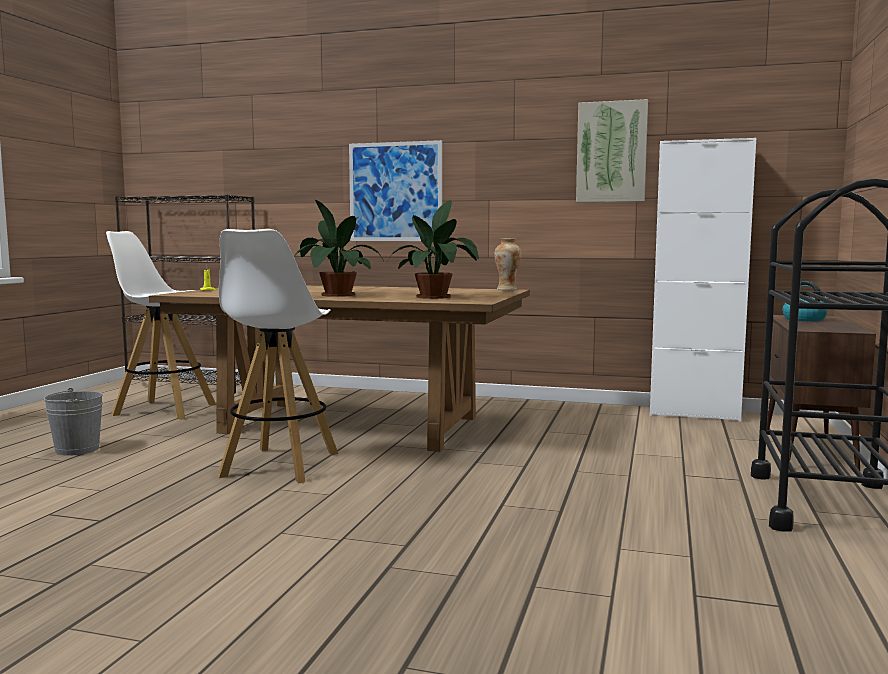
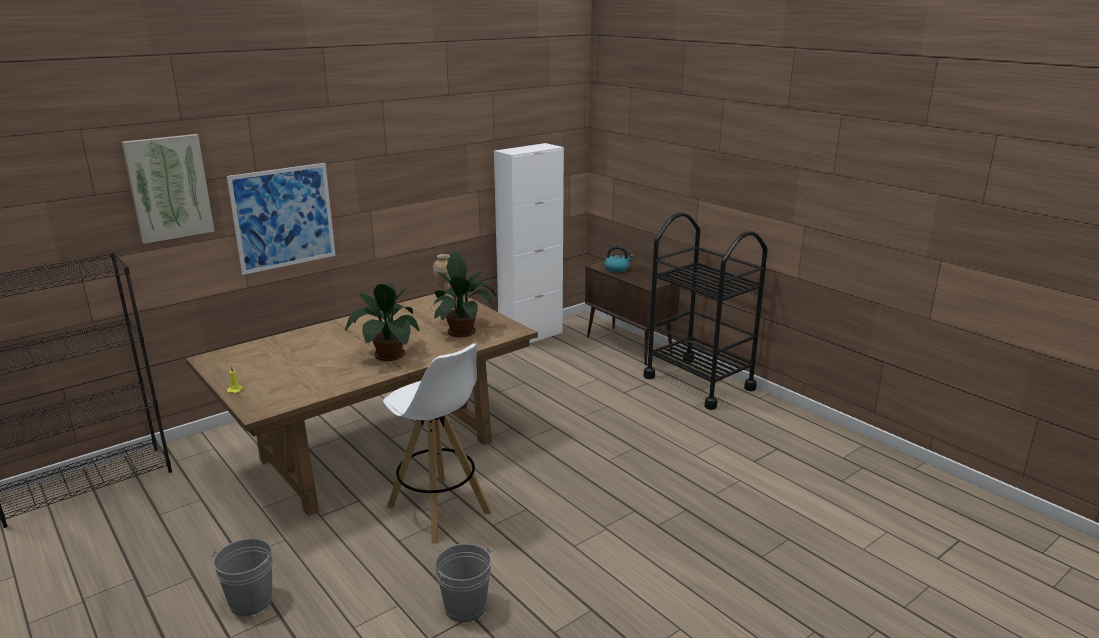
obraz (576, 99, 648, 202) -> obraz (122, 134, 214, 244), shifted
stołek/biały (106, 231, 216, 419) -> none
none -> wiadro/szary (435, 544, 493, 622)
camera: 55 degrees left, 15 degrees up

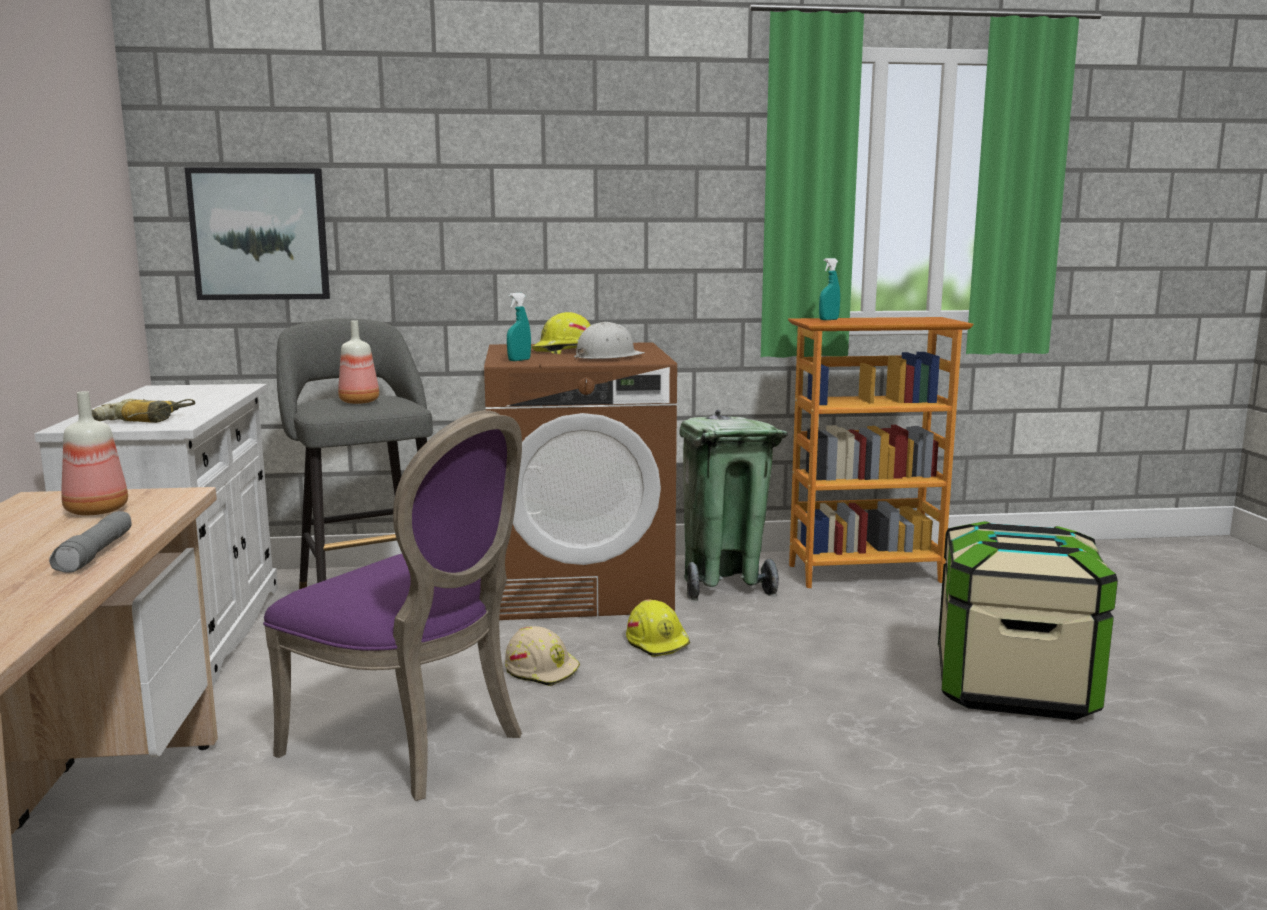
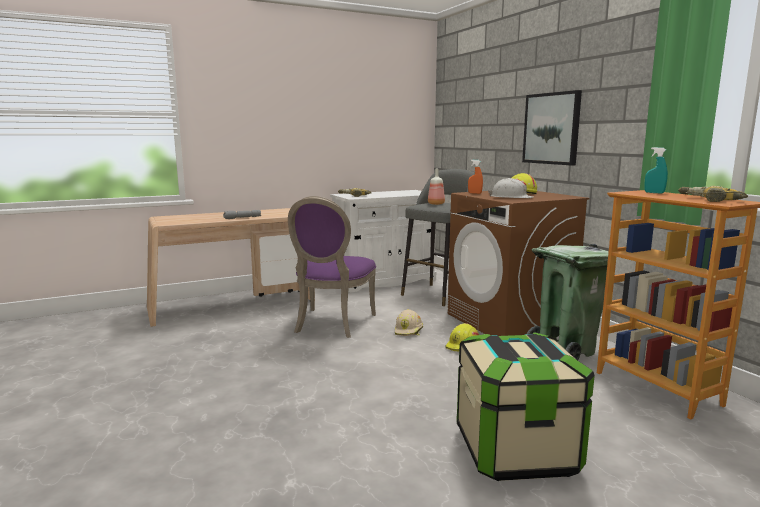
obraz (184, 167, 330, 300) -> obraz (522, 90, 582, 166), shifted
spryskiwacz/turkusowy (507, 293, 531, 361) -> spryskiwacz/pomarańczowy (468, 160, 483, 194)
butelka (61, 391, 128, 515) -> none
none -> wiertarka (678, 186, 748, 202)
camera: 70 degrees right, 0 degrees up

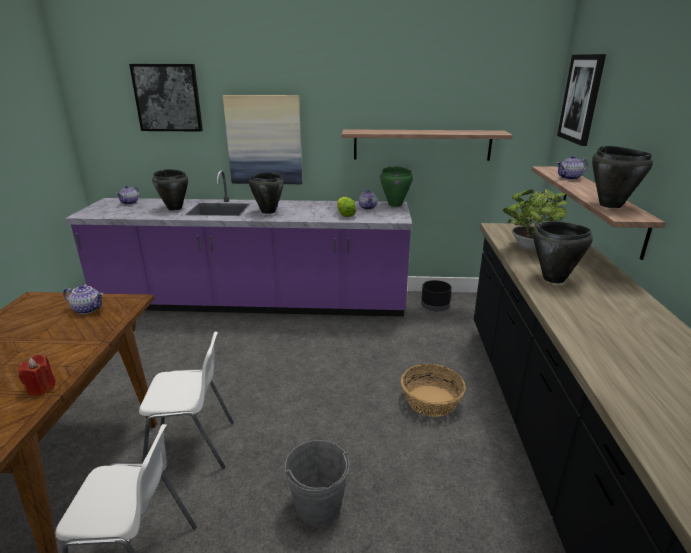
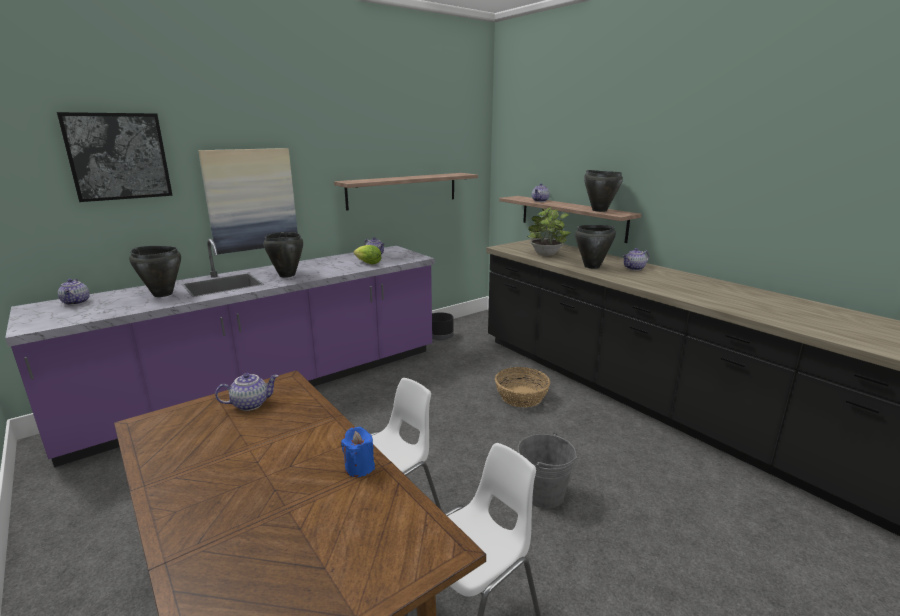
obraz (557, 54, 606, 146) -> none
garnek/zielony (380, 166, 413, 207) -> none
świeca/czerwony (19, 354, 56, 396) -> świeca/niebieski (341, 427, 375, 477)
none -> imbryk (622, 248, 649, 271)
camera: 40 degrees left, 5 degrees down

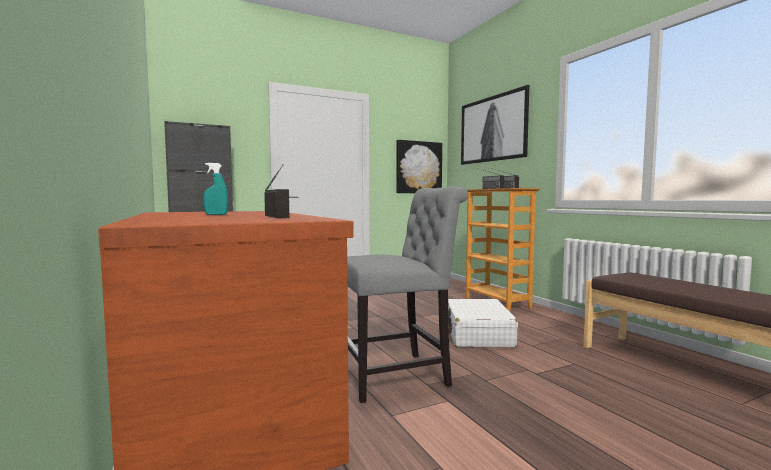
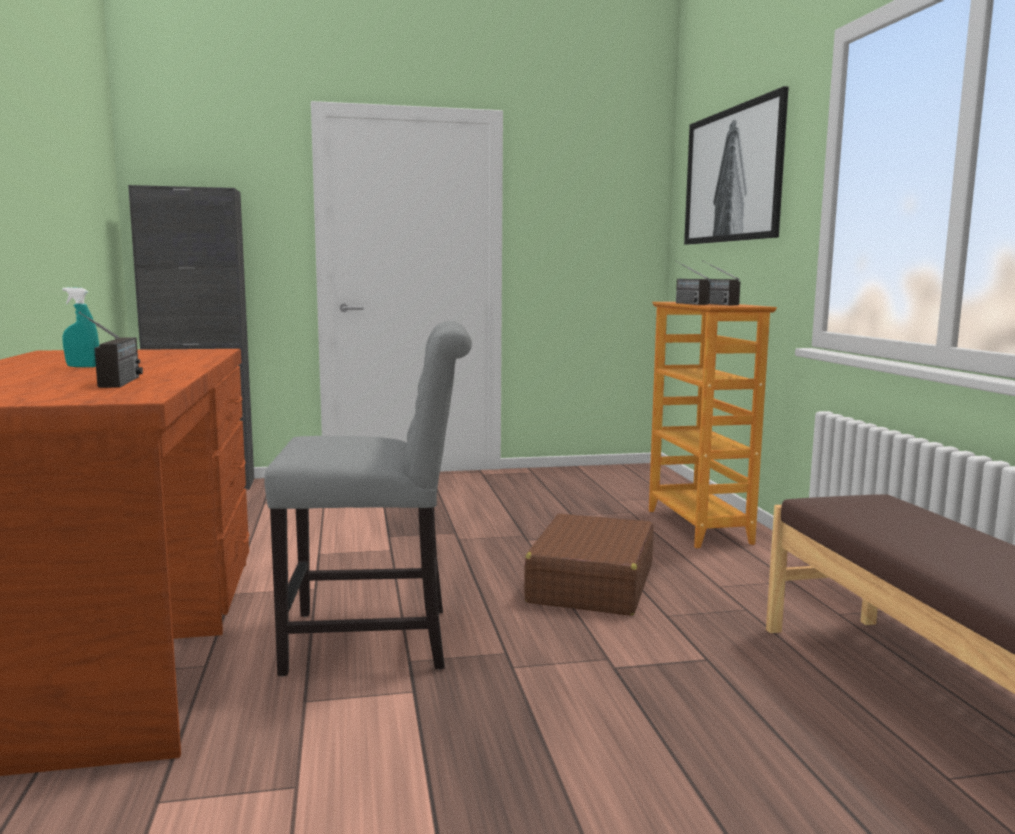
obraz (396, 140, 442, 193) -> none
walizka/biały (448, 299, 518, 347) -> walizka/brązowy (524, 514, 654, 616)
camera: 15 degrees right, 5 degrees up

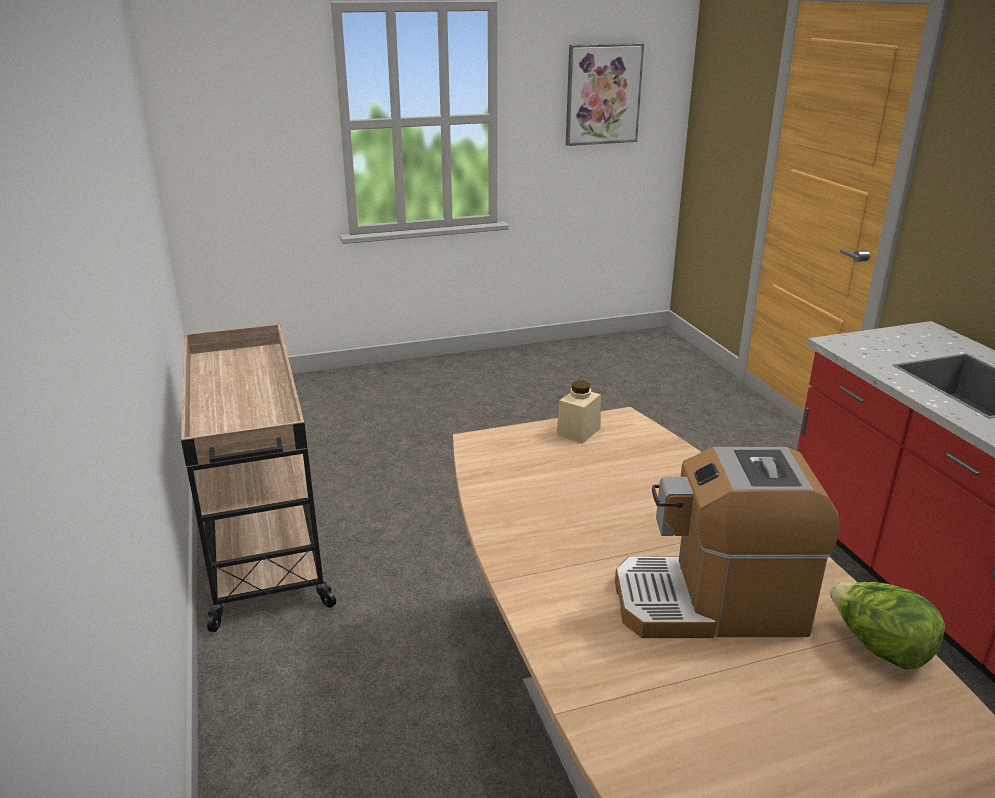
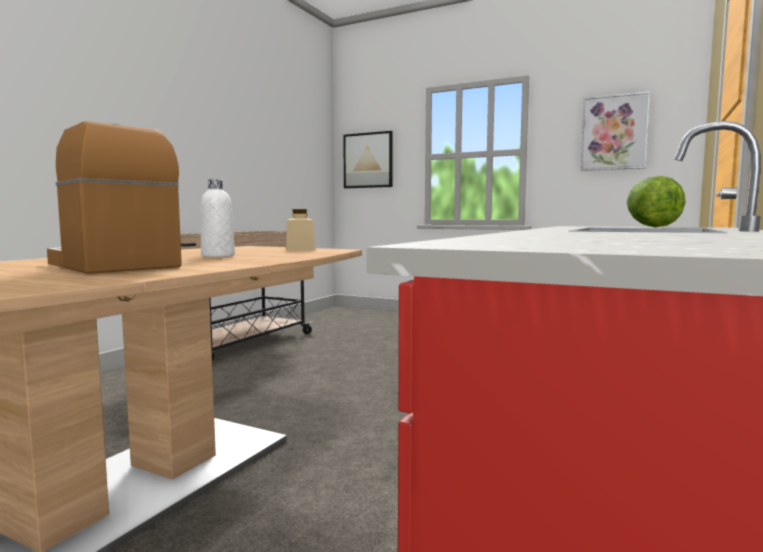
sałata (830, 582, 945, 670) -> sałata (627, 176, 685, 227), shifted
none -> obraz (343, 131, 393, 188)
none -> butelka/biały (201, 179, 235, 257)
camera: 45 degrees right, 20 degrees down

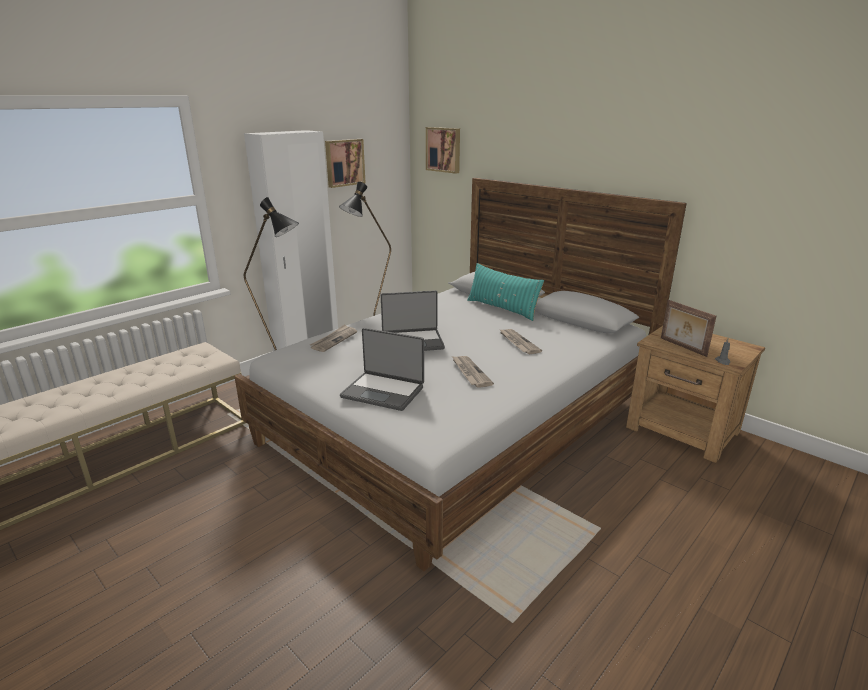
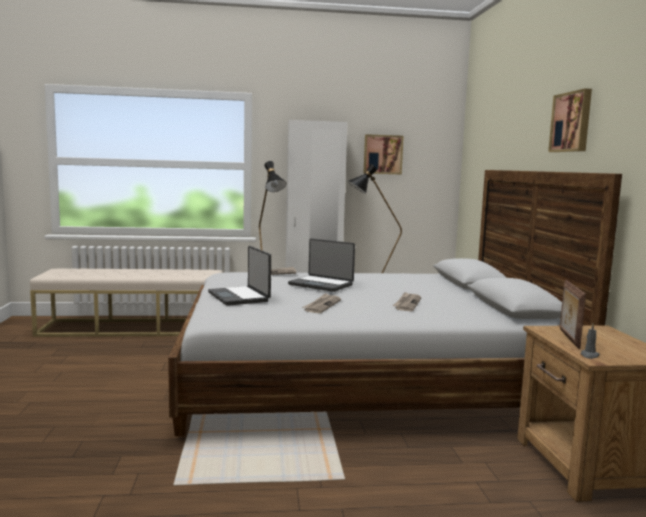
obraz (426, 127, 460, 174) -> obraz (548, 89, 592, 152), shifted
poduszka/turkusowy (467, 263, 544, 321) -> none
camera: 40 degrees right, 15 degrees down

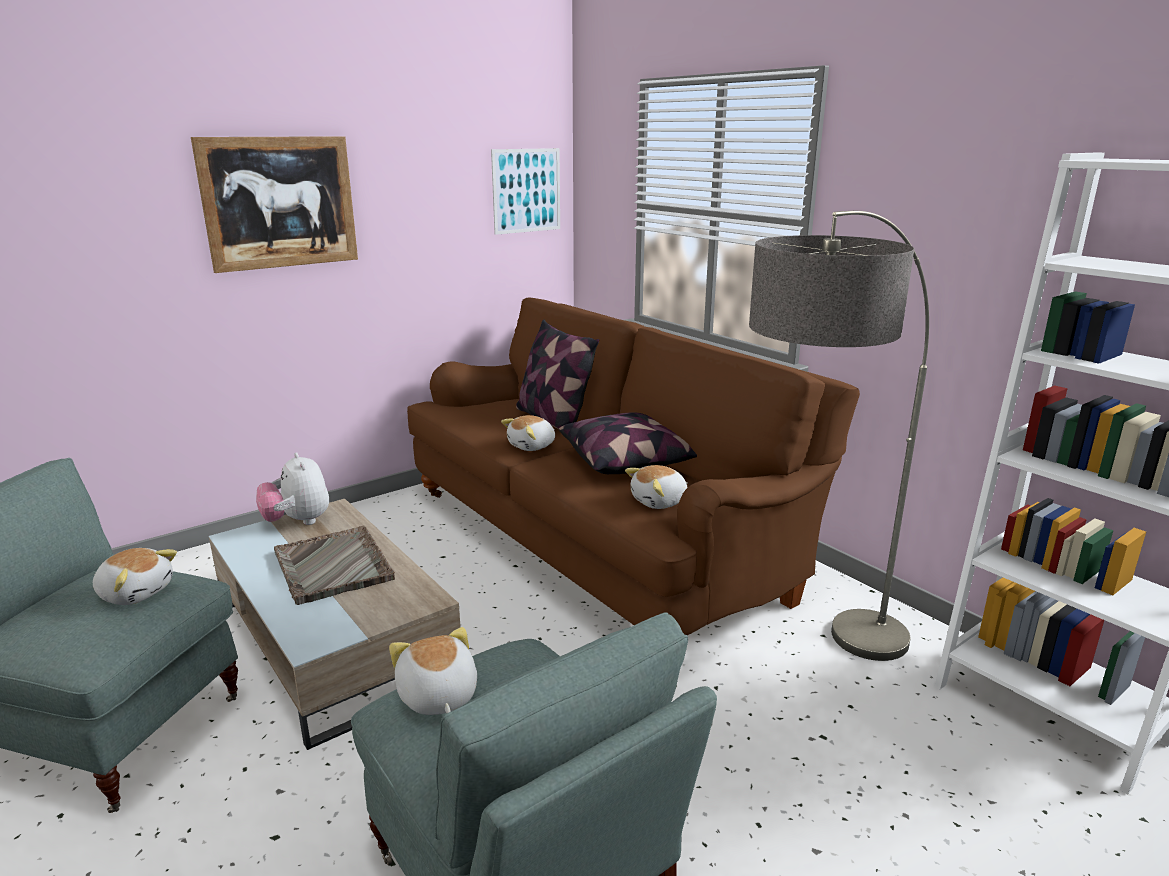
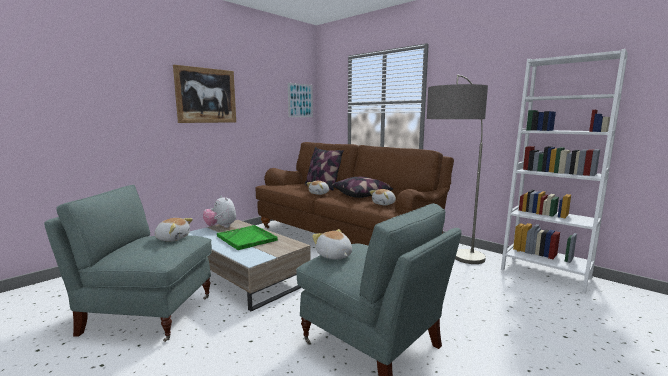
taca/szary (274, 526, 395, 605) -> taca/zielony (217, 225, 278, 250)
camera: 10 degrees left, 10 degrees down

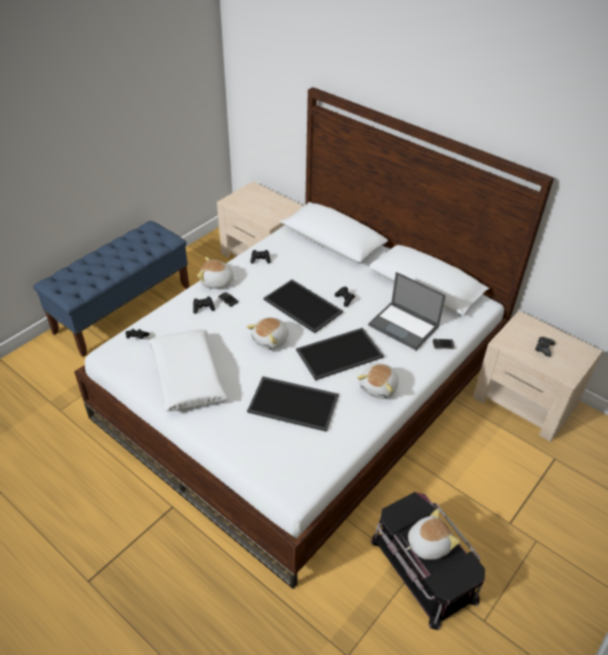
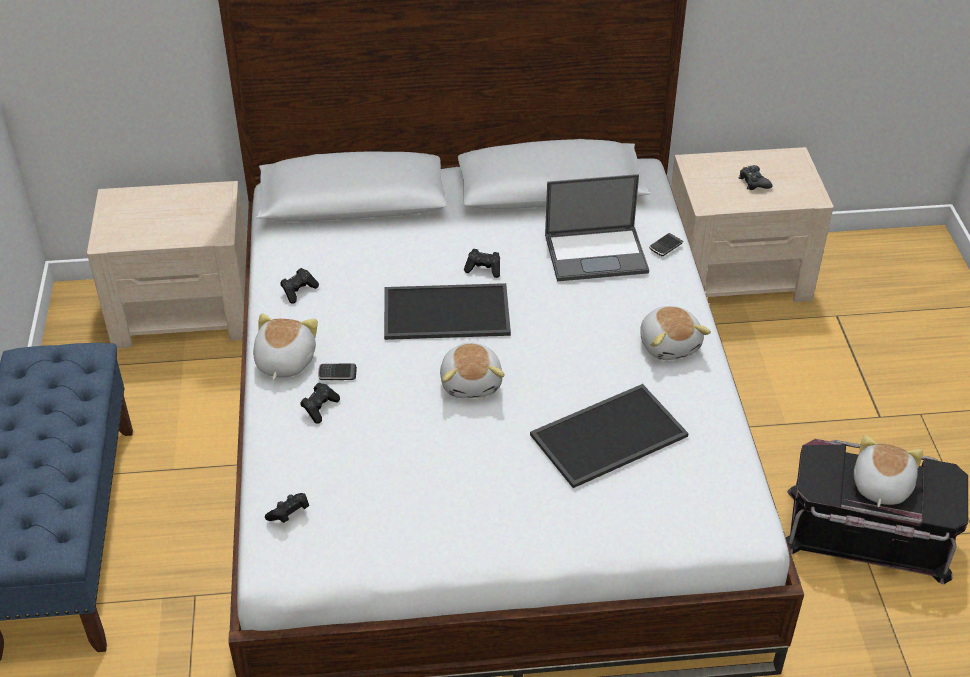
pluszak (197, 257, 237, 289) -> pluszak (253, 313, 318, 380), 135 degrees clockwise
taca (296, 328, 384, 380) -> none
poduszka/biały (148, 330, 227, 411) -> none
camera: 45 degrees left, 0 degrees up

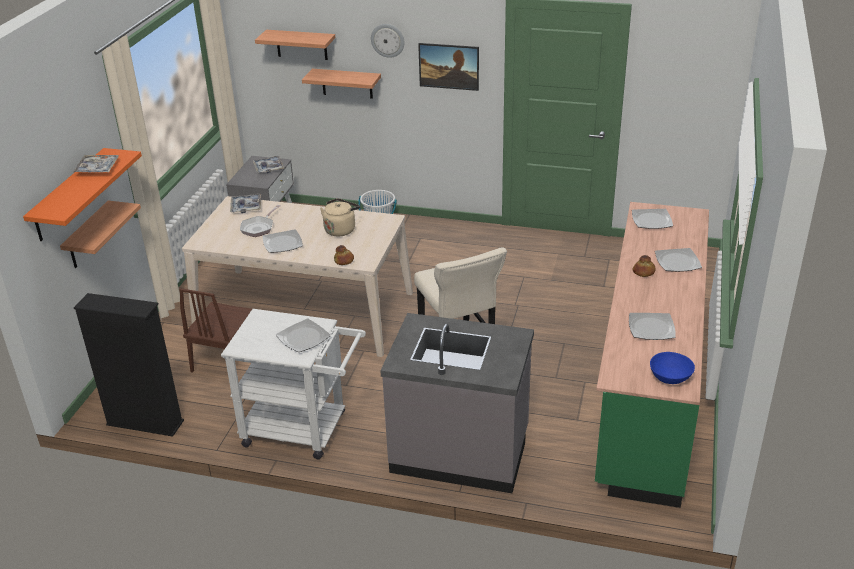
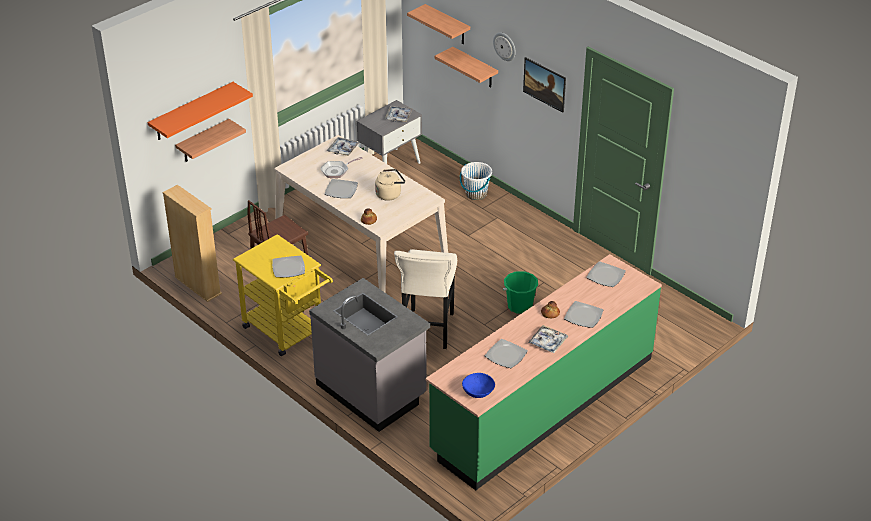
taca (73, 155, 119, 173) -> taca (528, 325, 568, 353), shifted
regał/czarny (74, 293, 184, 437) -> regał/beżowy (162, 185, 222, 302)
wózek/biały (221, 309, 366, 460) -> wózek/żółty (233, 234, 333, 356)
none -> wiadro/zielony (503, 271, 538, 314)
camera: 30 degrees right, 5 degrees up

